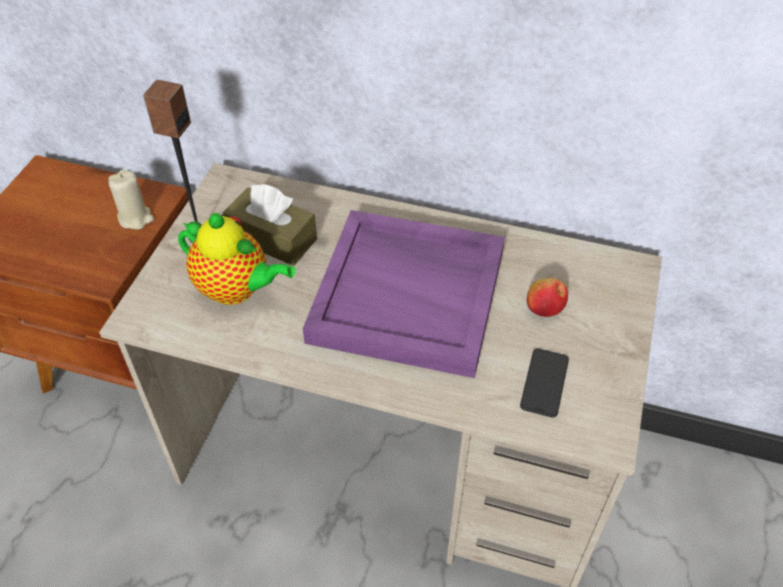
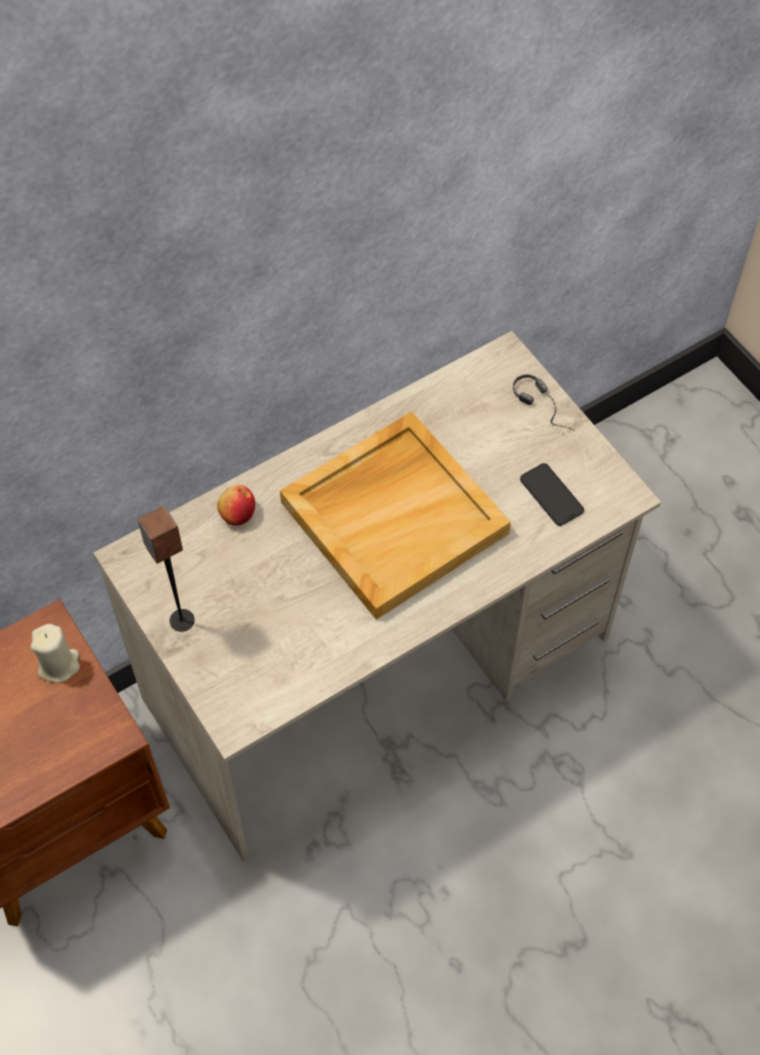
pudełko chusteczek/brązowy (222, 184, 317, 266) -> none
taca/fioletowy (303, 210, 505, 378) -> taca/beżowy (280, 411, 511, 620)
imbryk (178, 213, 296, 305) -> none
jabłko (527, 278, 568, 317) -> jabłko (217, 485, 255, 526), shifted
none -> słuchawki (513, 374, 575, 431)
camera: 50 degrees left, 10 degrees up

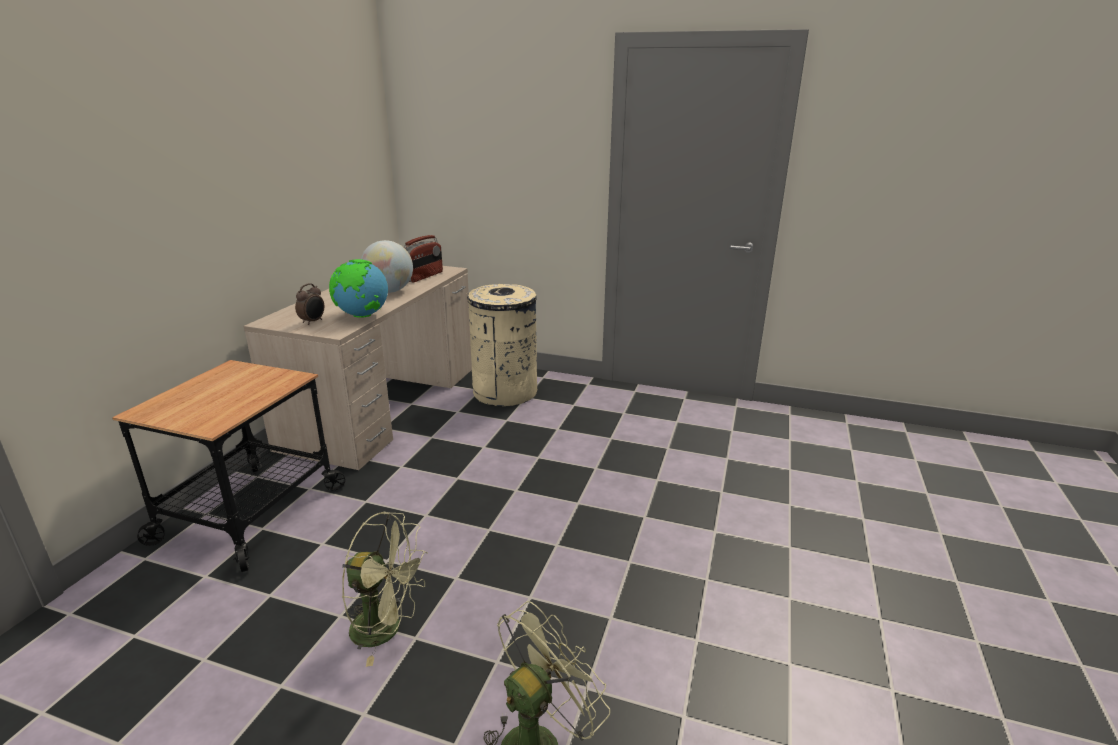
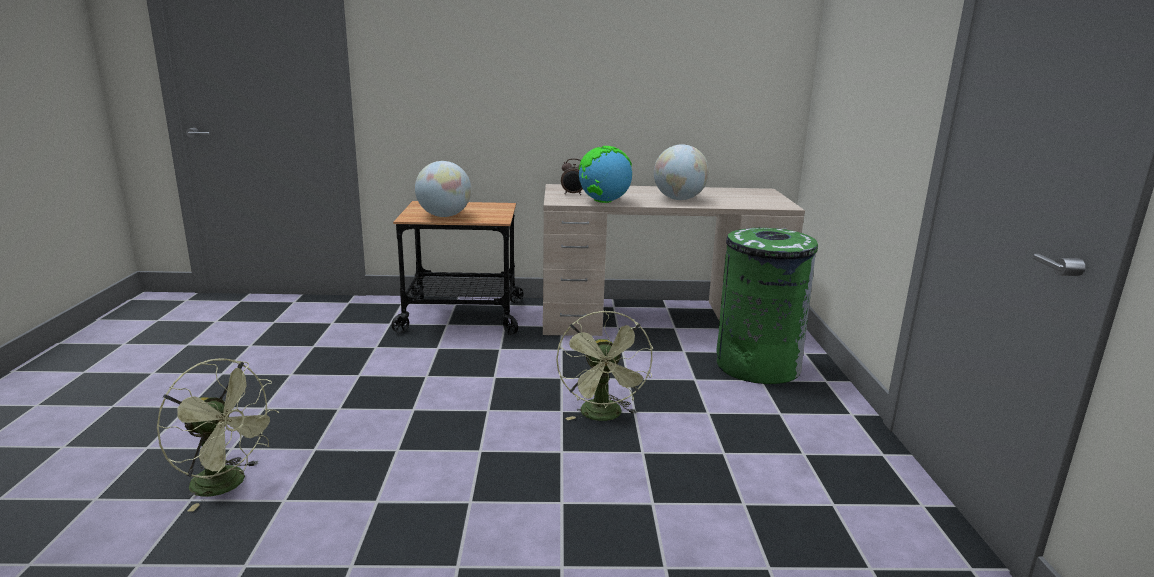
radio (404, 235, 443, 282) -> none
kosz na śmieci/beżowy (467, 284, 537, 406) -> kosz na śmieci/zielony (716, 228, 818, 384)
wentylator/zielony (342, 511, 427, 667) -> wentylator/zielony (556, 310, 653, 421), shifted
none -> globus (415, 161, 471, 217)
camera: 70 degrees right, 5 degrees down

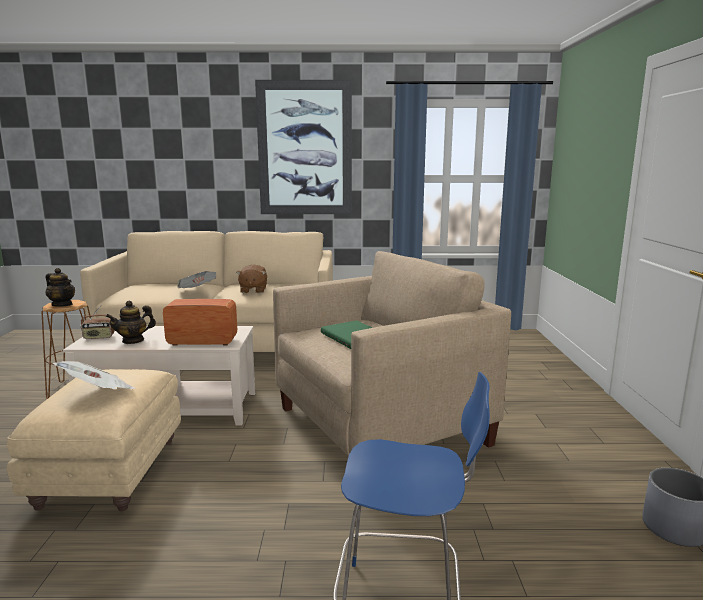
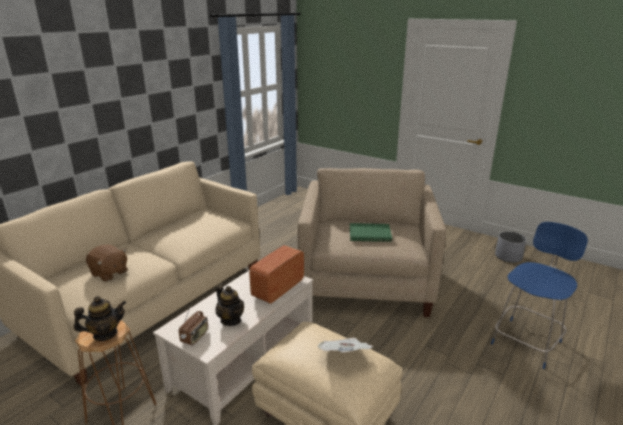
obraz (255, 80, 352, 214) -> none
pluszak/brązowy (236, 265, 267, 293) -> pluszak/brązowy (86, 244, 128, 282), shifted
gazeta (177, 271, 216, 288) -> none
imbryk (106, 301, 156, 344) -> imbryk (216, 285, 244, 326), 45 degrees counterclockwise
camera: 55 degrees left, 10 degrees up

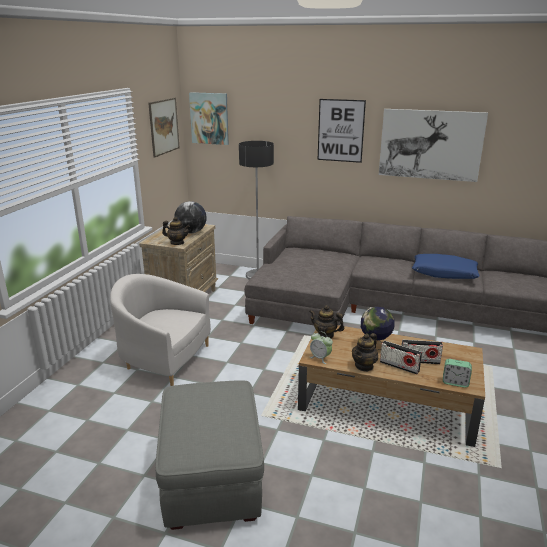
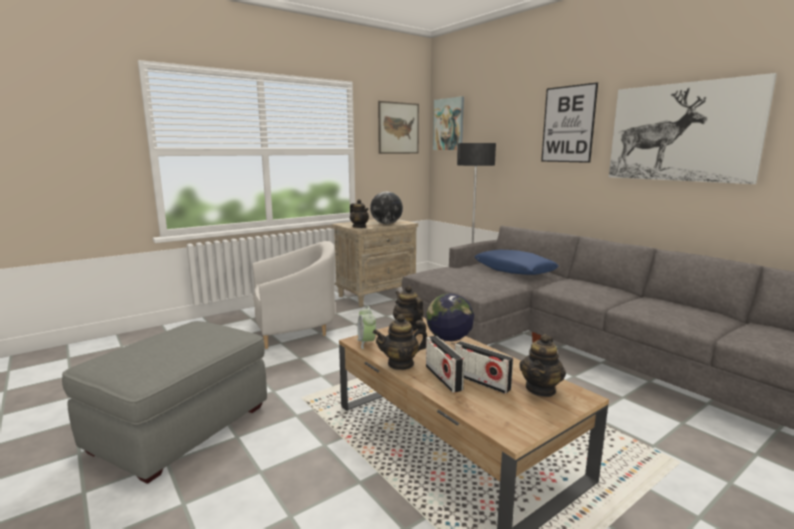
poduszka/niebieski (412, 254, 479, 279) -> poduszka/niebieski (475, 250, 559, 275), shifted
fotel/biały (110, 274, 211, 386) -> fotel/biały (252, 241, 335, 349), 105 degrees clockwise
budzik (443, 359, 472, 388) -> none
none -> imbryk (519, 334, 566, 397)
camera: 35 degrees right, 10 degrees down

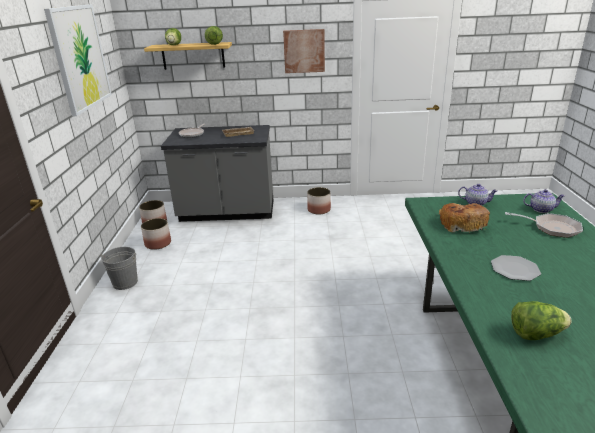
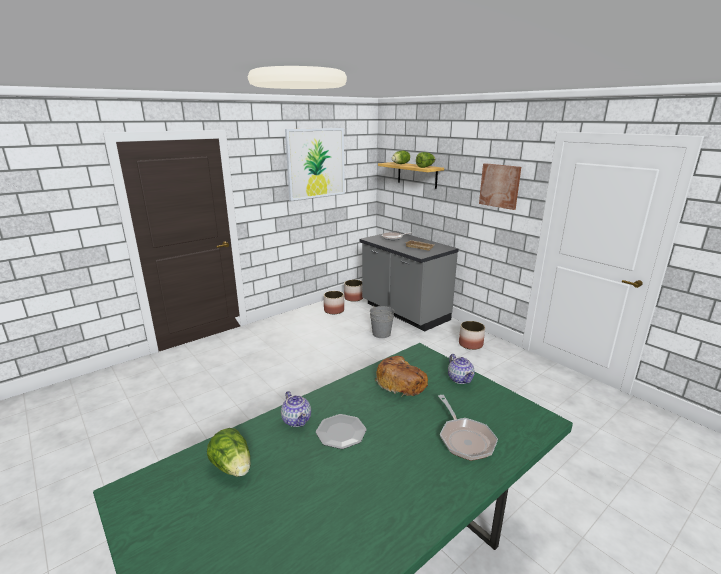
imbryk (523, 189, 565, 213) -> imbryk (281, 391, 311, 427), shifted
wiadro/szary (99, 247, 138, 290) -> wiadro/szary (370, 306, 394, 338), shifted
camera: 50 degrees right, 5 degrees down

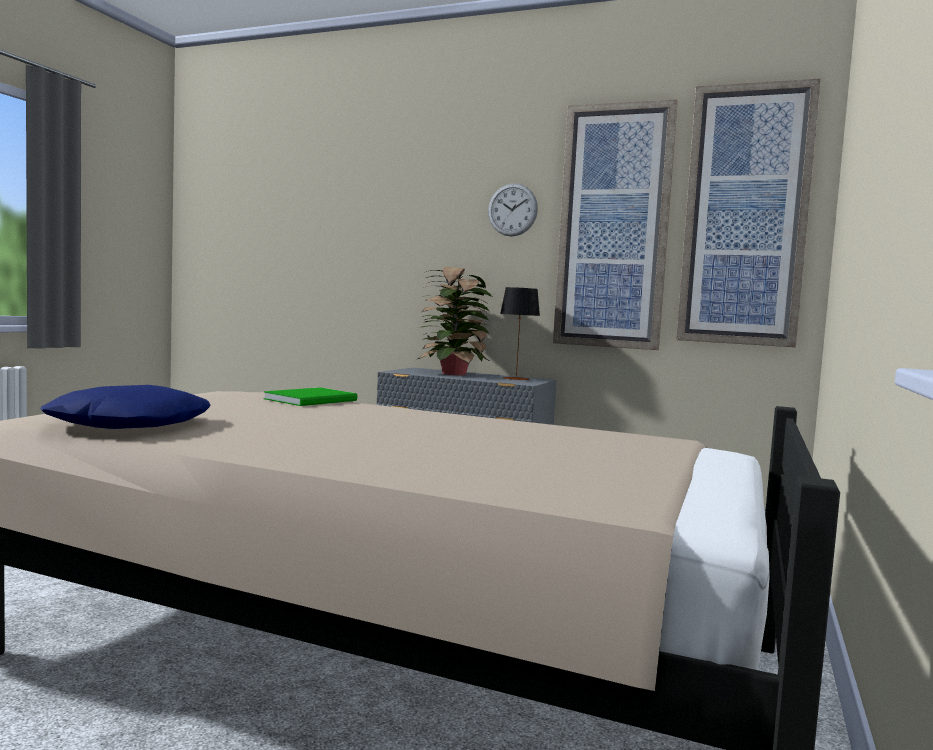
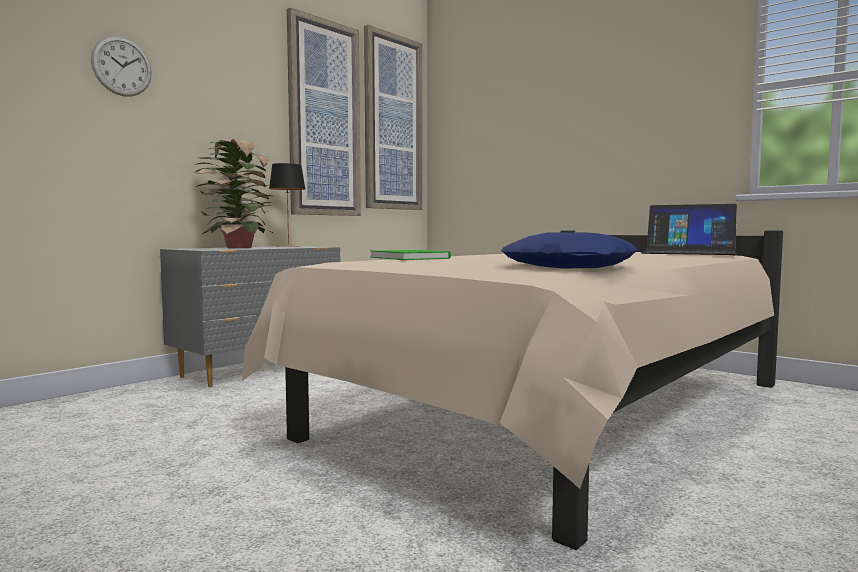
zegar ścienny (488, 183, 538, 237) -> zegar ścienny (91, 36, 152, 97), shifted
none -> laptop (641, 204, 737, 255)
camera: 70 degrees left, 0 degrees up

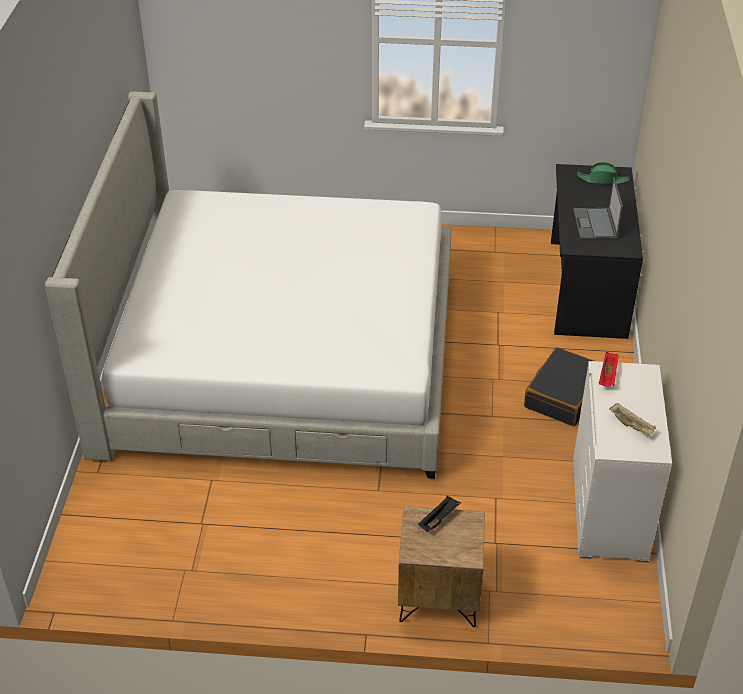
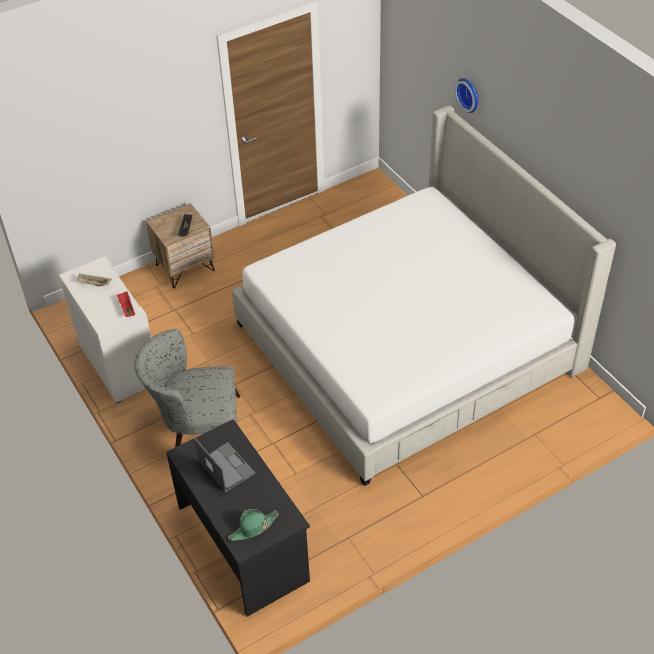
walizka/czarny (524, 347, 594, 426) -> fotel/szary (134, 329, 240, 447)
none -> zegar ścienny (455, 78, 479, 113)
camera: 145 degrees right, 5 degrees up

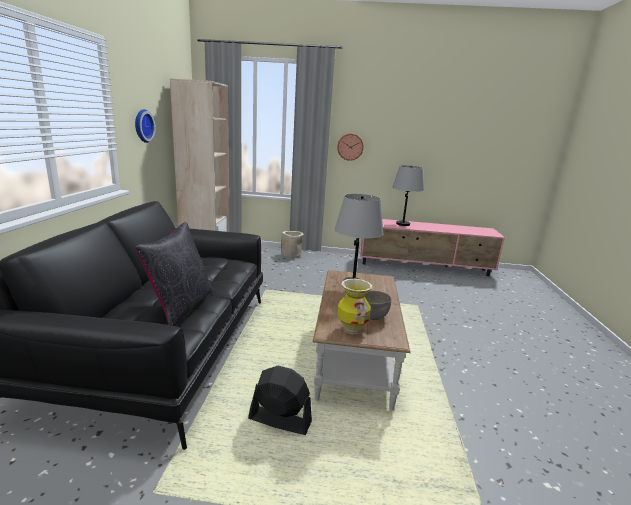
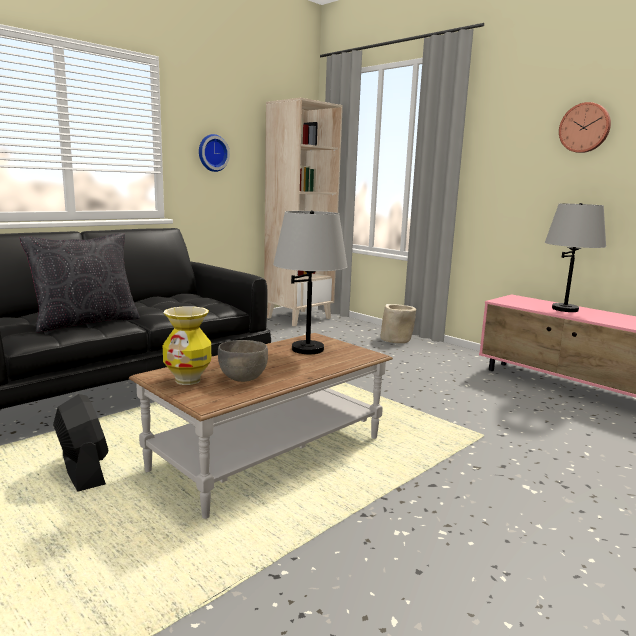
zegar ścienny (337, 134, 364, 161) -> zegar ścienny (559, 102, 611, 153), shifted
camera: 40 degrees right, 5 degrees down

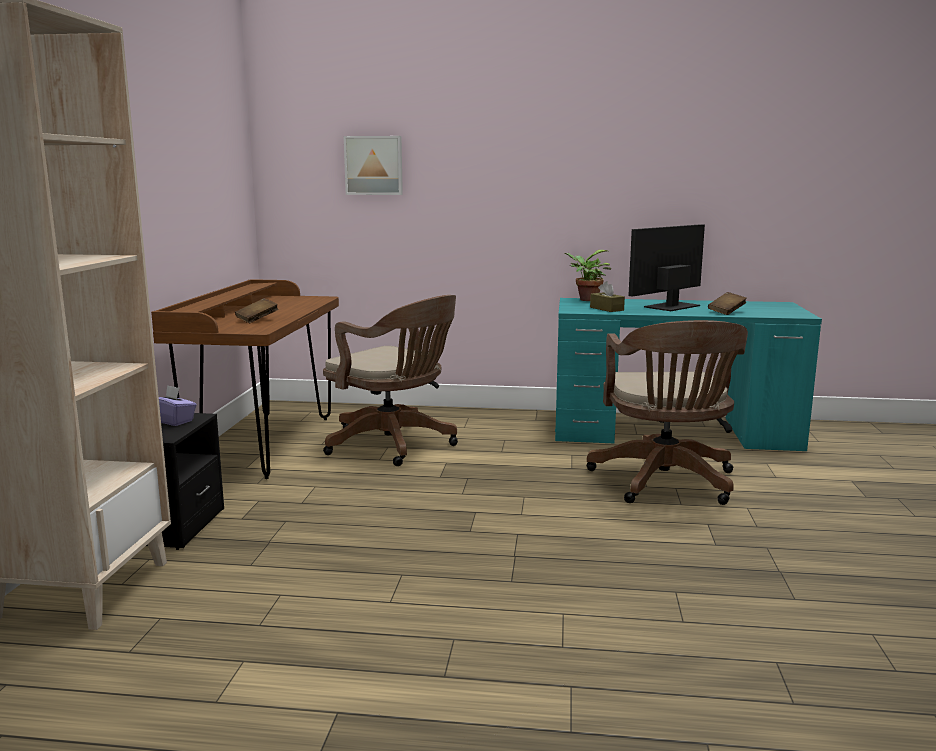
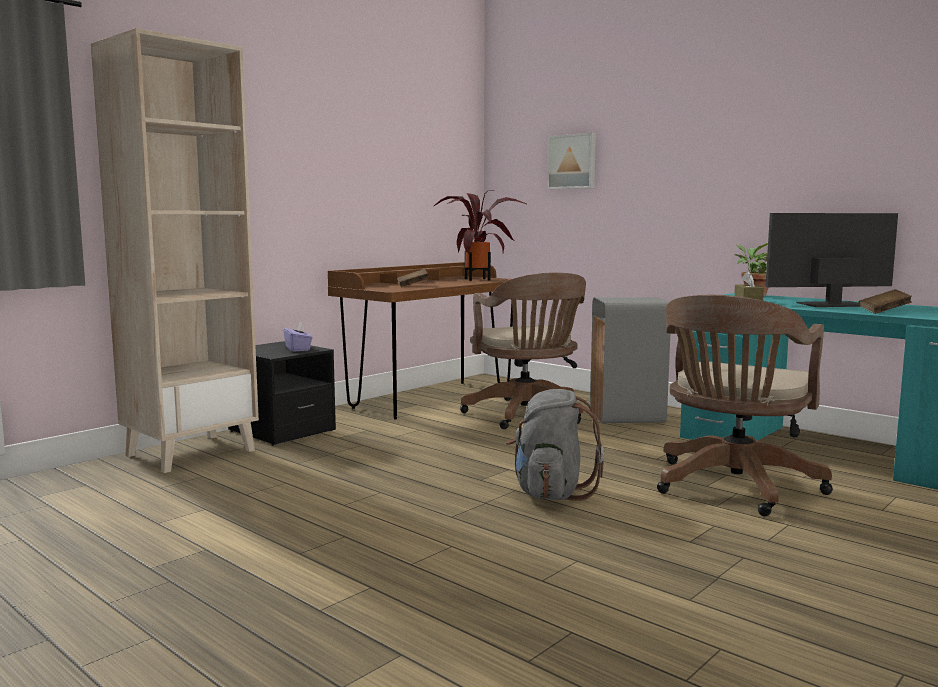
none -> roślina doniczkowa (433, 190, 528, 281)
none -> kosz na śmieci/szary (590, 297, 670, 423)
none -> plecak/szary (506, 389, 604, 501)
camera: 35 degrees right, 5 degrees down

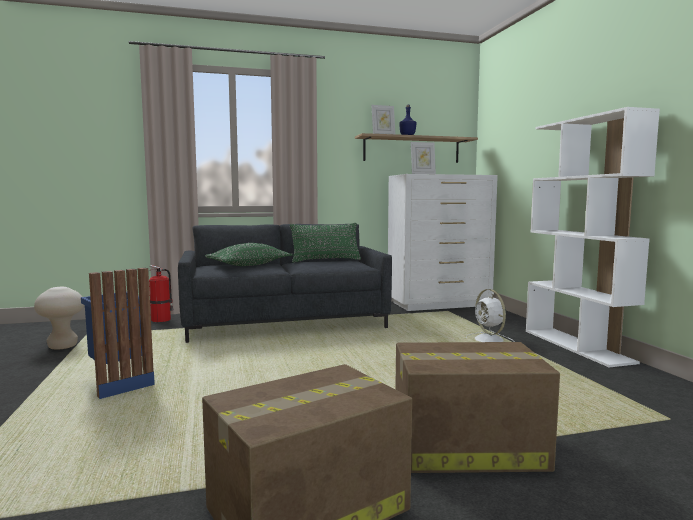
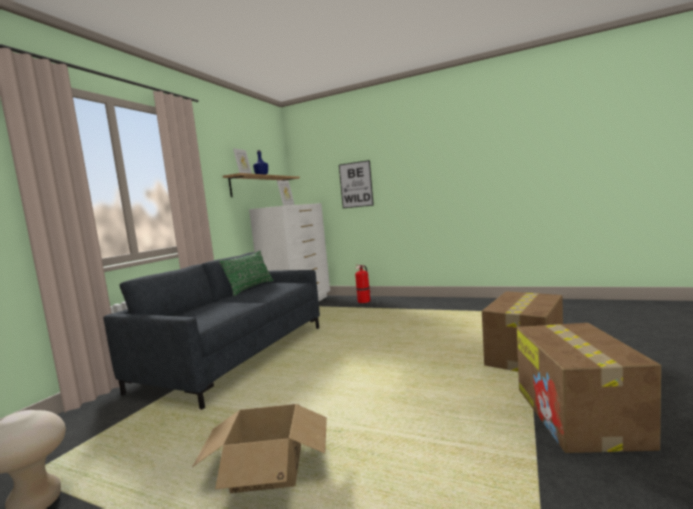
regał/biały (526, 107, 660, 367) -> none
poduszka/zielony (205, 243, 293, 266) -> none
gaśnica (148, 265, 174, 322) -> gaśnica (355, 265, 371, 303), shifted
kosz na śmieci/niebieski (81, 268, 155, 399) -> karton (192, 404, 327, 493)
wentylator/biały (466, 289, 514, 342) -> none
none -> obraz (339, 160, 374, 208)
camera: 50 degrees left, 0 degrees up

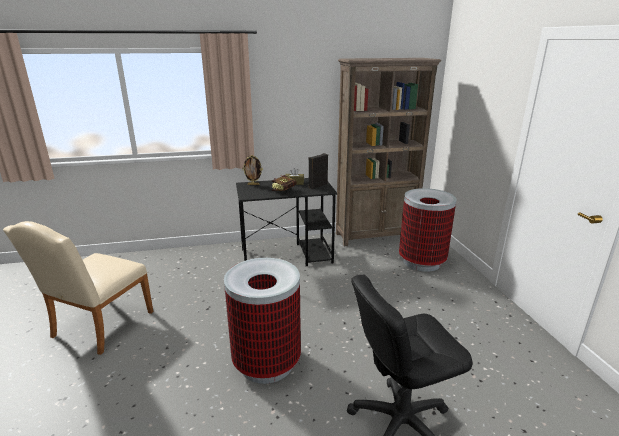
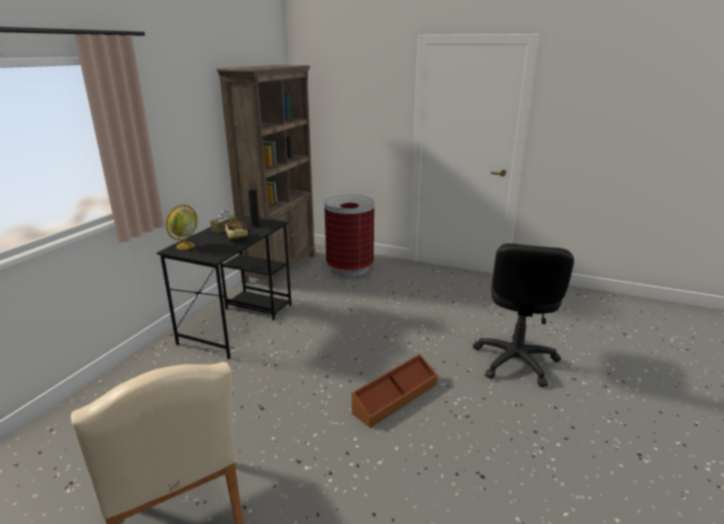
ramka na zdjęcie (242, 155, 263, 185) -> globus (166, 204, 198, 250)
kosz na śmieci (224, 258, 301, 384) -> pojemnik do przechowywania/brązowy (351, 354, 438, 428)
camera: 55 degrees left, 0 degrees up

